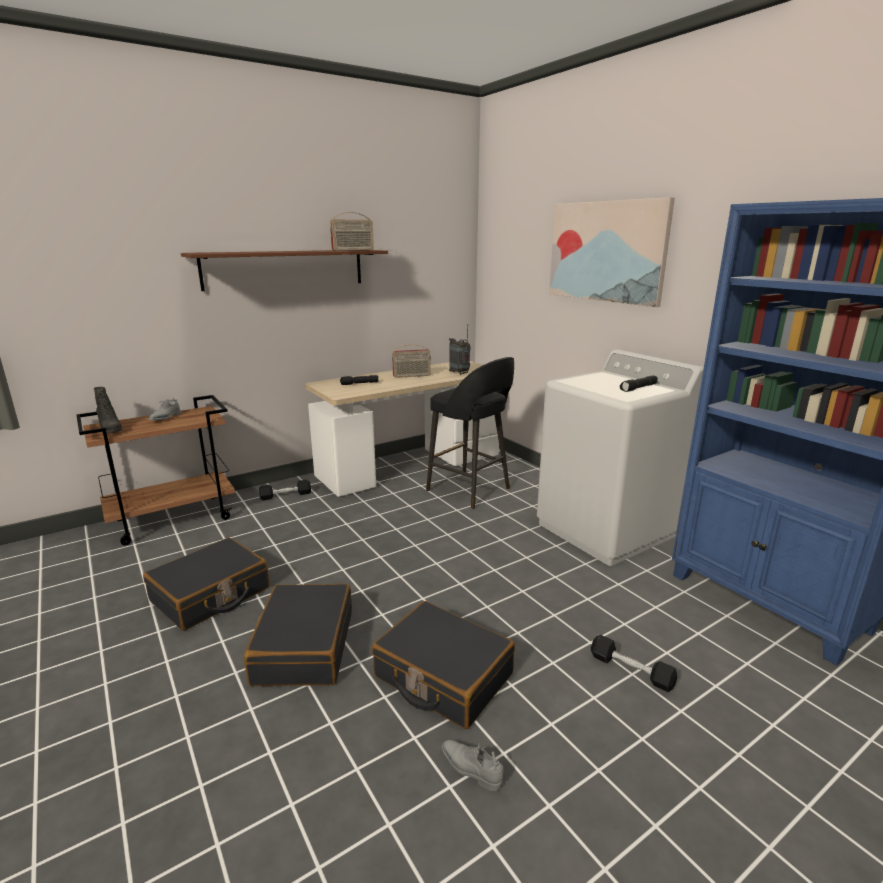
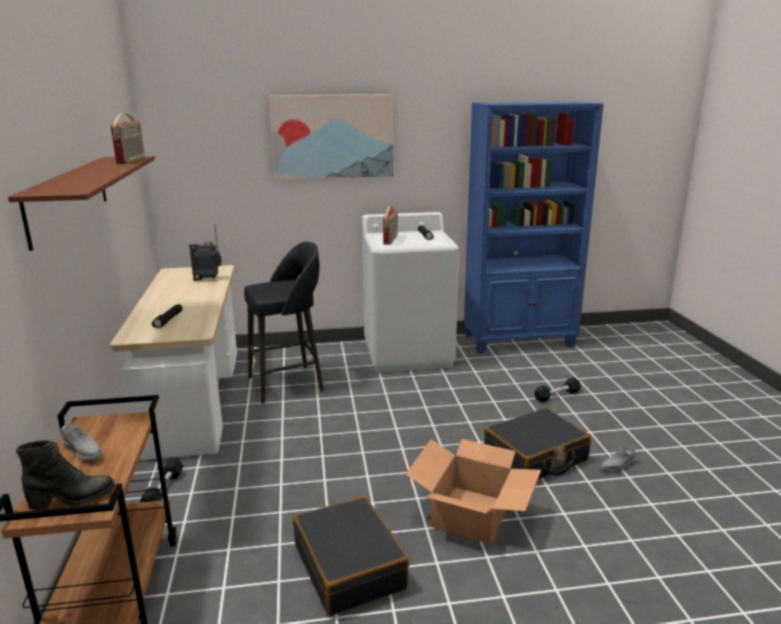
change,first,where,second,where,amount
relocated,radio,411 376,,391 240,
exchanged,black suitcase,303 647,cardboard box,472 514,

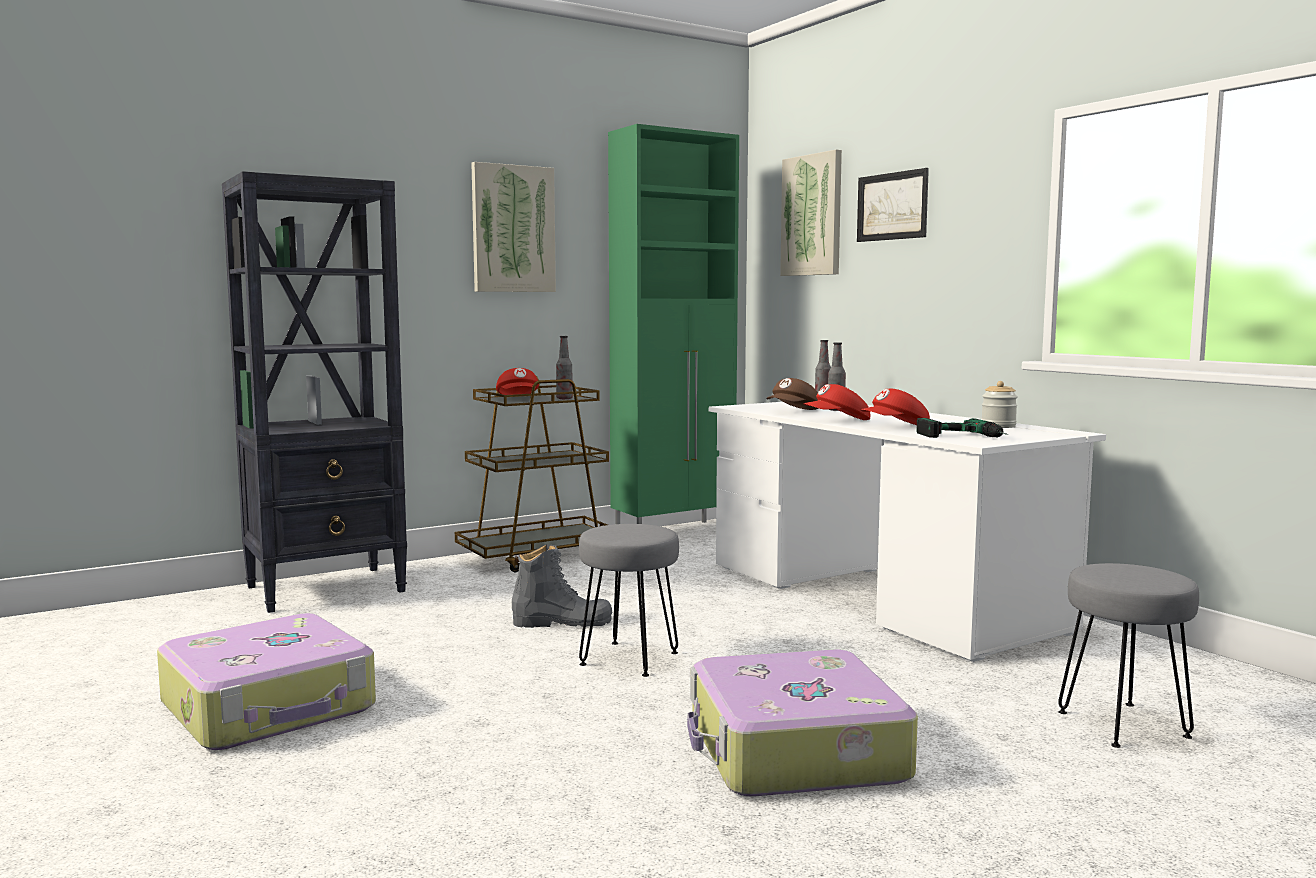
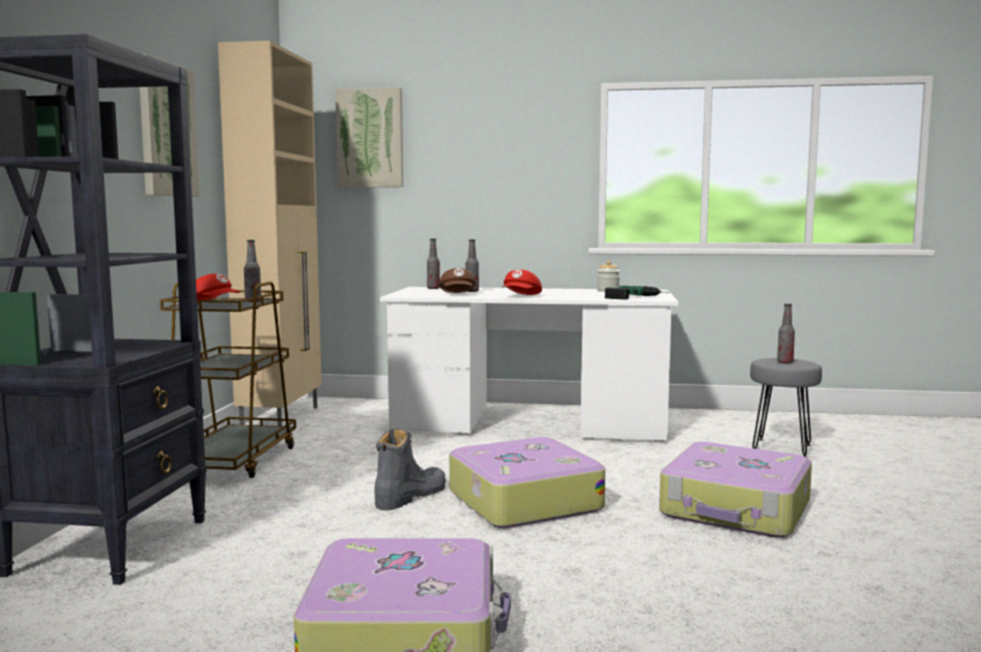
change,first,where,second,where,amount
colour,green cabinet,675 531,beige cabinet,282 418,
missing,picture,892 206,,,
missing,red cap,896 427,,,
exchanged,grey stool,628 659,suitcase,522 501,
appeared,,,bottle,785 362,

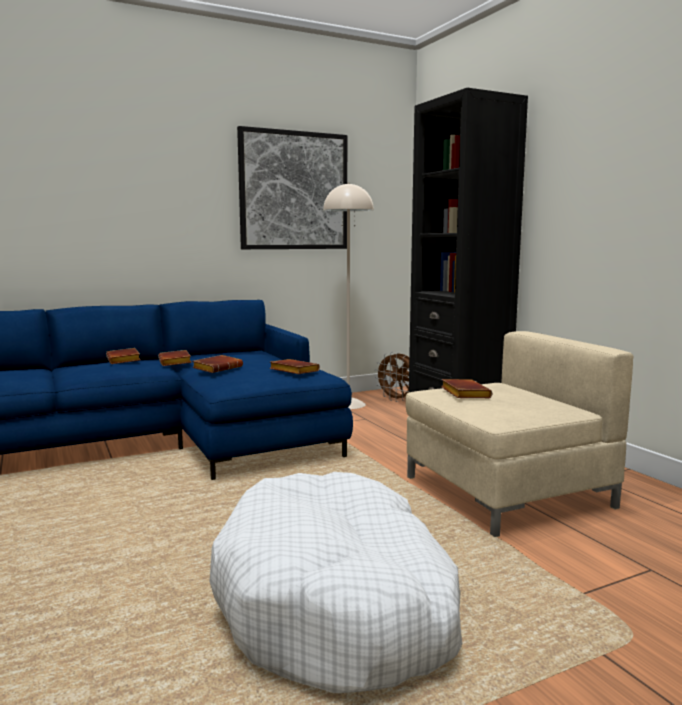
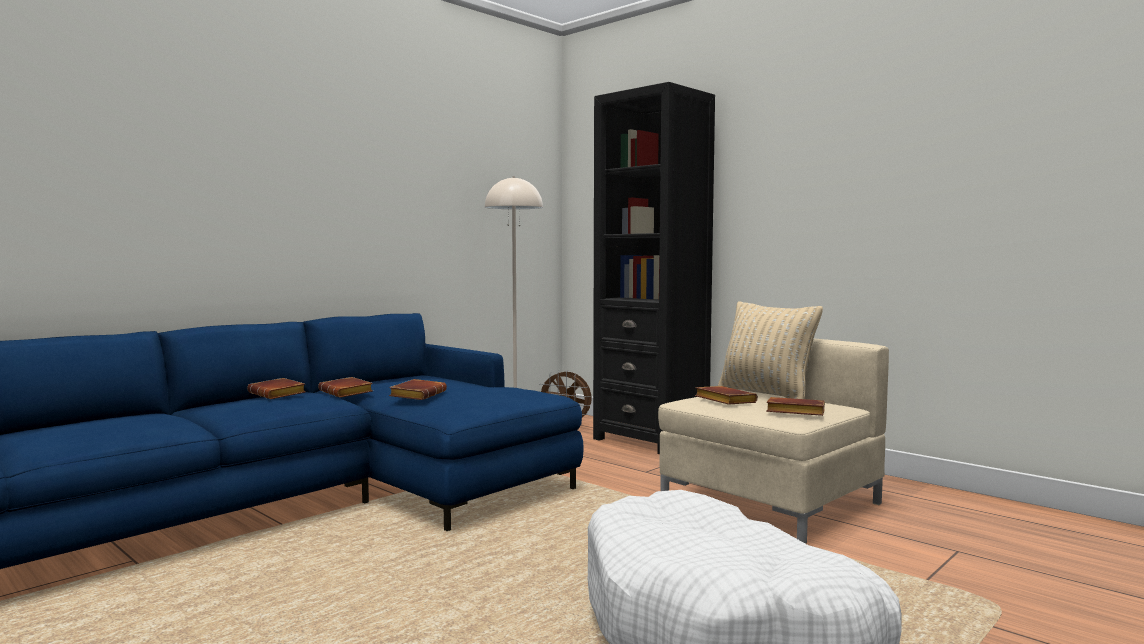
change,first,where,second,where,amount
missing,picture,294 191,,,
relocated,brown book,292 371,,793 413,
appeared,,,beige pillow,766 394,

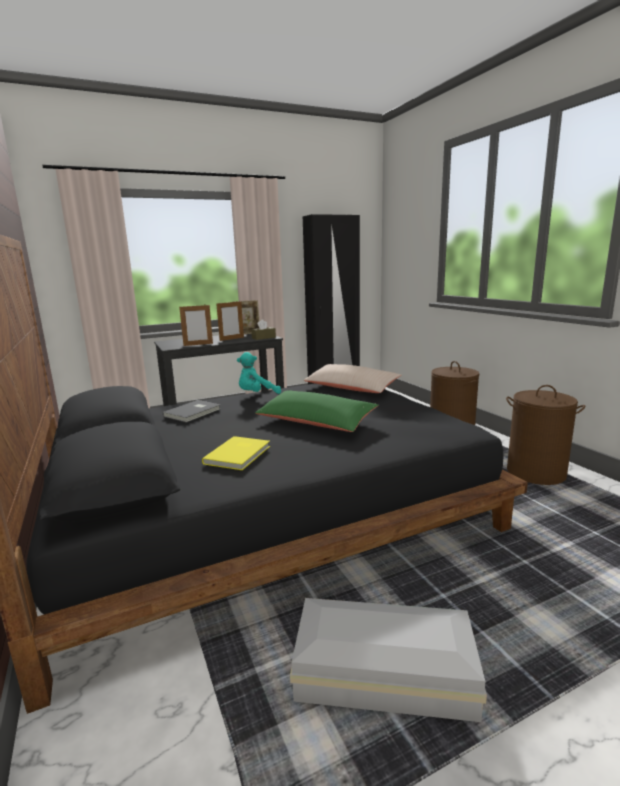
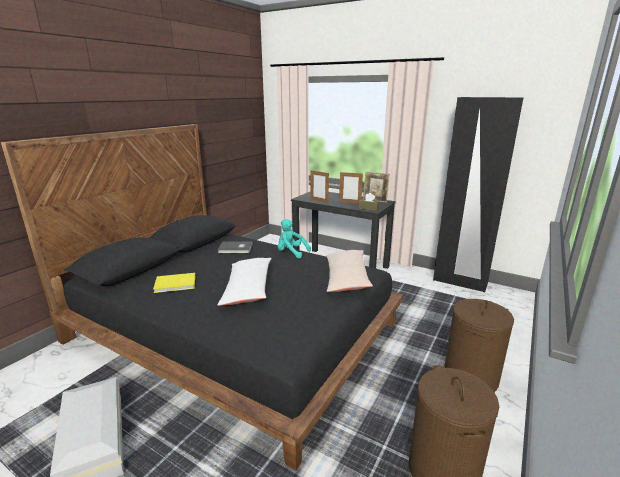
change,first,where,second,where,amount
colour,green pillow,316 422,white pillow,247 288,

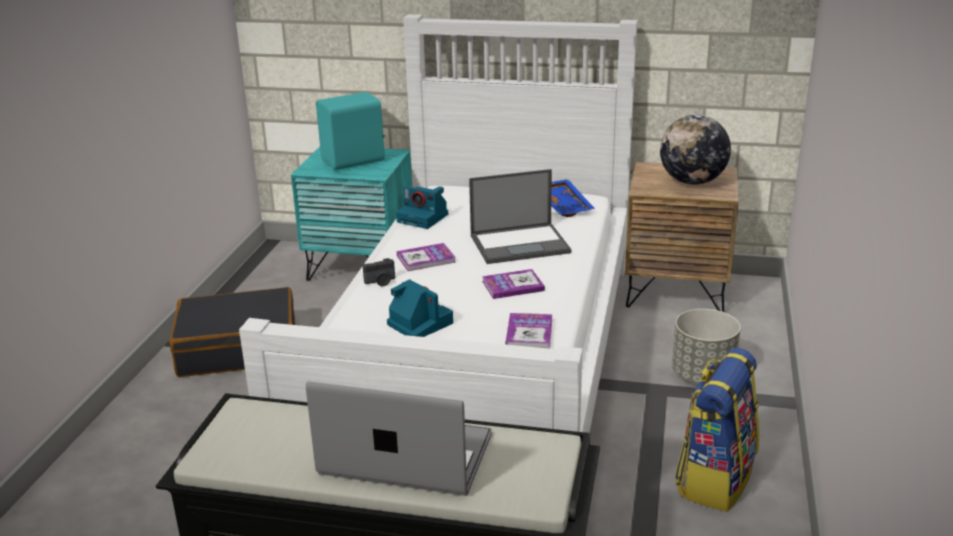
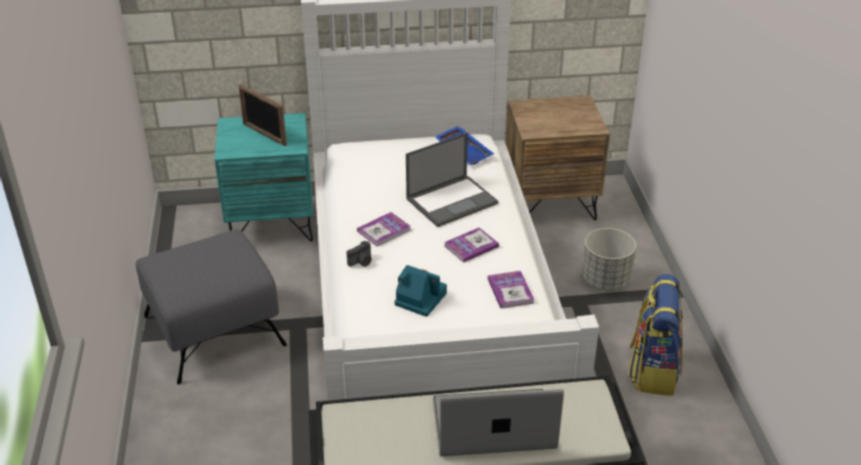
change,first,where,second,where,amount
exchanged,turquoise speaker,354 161,picture frame,264 134,
missing,globe,692 182,,,
missing,photo camera,424 218,,,
exchanged,black suitcase,238 348,grey ottoman,212 330,

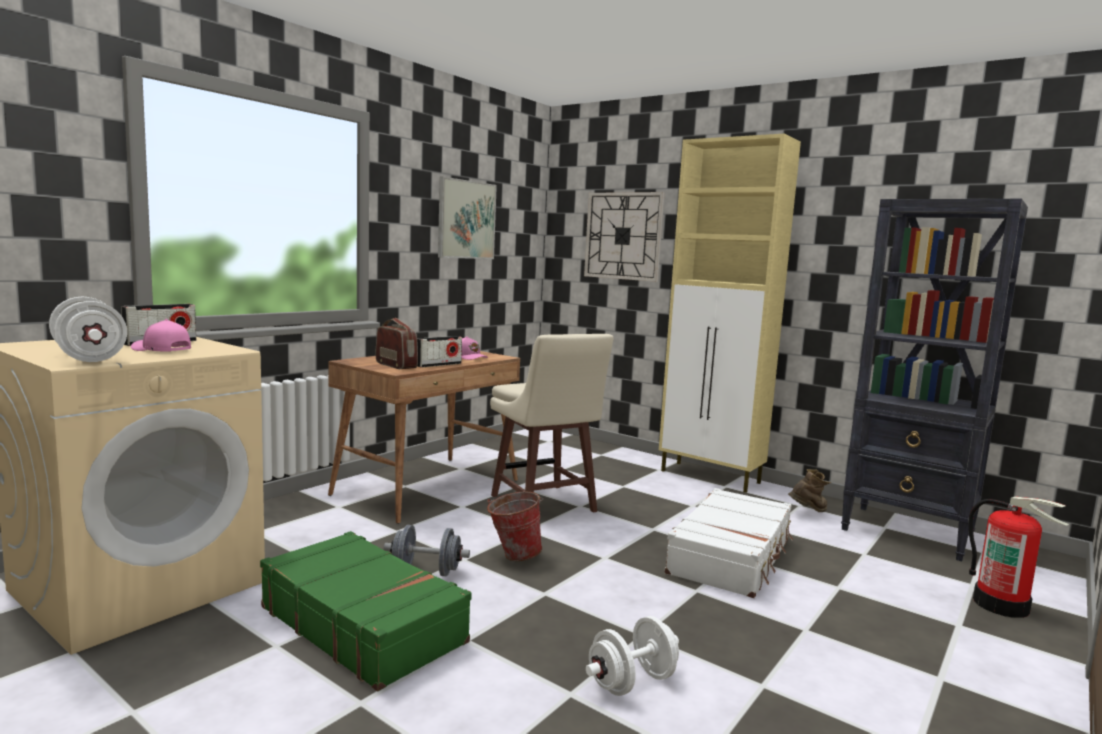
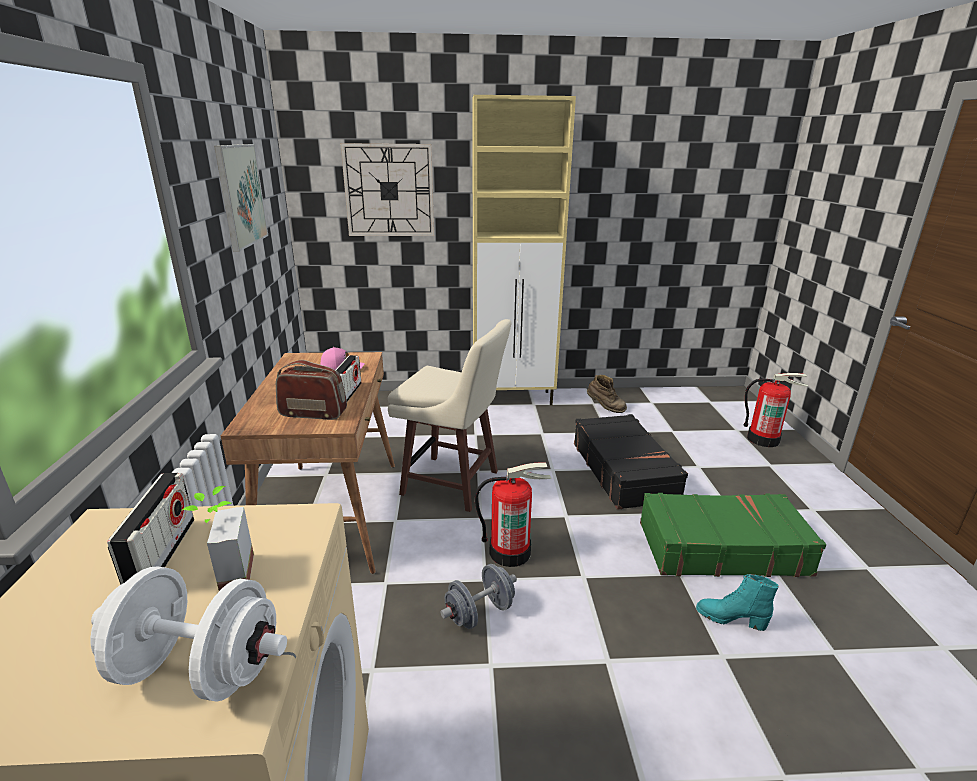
change,first,where,second,where,amount
missing,black bookcase,908 532,,,
exchanged,pink cap,161 350,potted plant,225 575,
spun,brown boot,808 512,,605 408,105 degrees clockwise
colour,white suitcase,731 556,black suitcase,624 471,
exchanged,bucket,513 555,fire extinguisher,510 551,
relocated,green suitcase,363 624,,721 547,
exchanged,white dumbbell,631 682,turquoise boot,730 618,

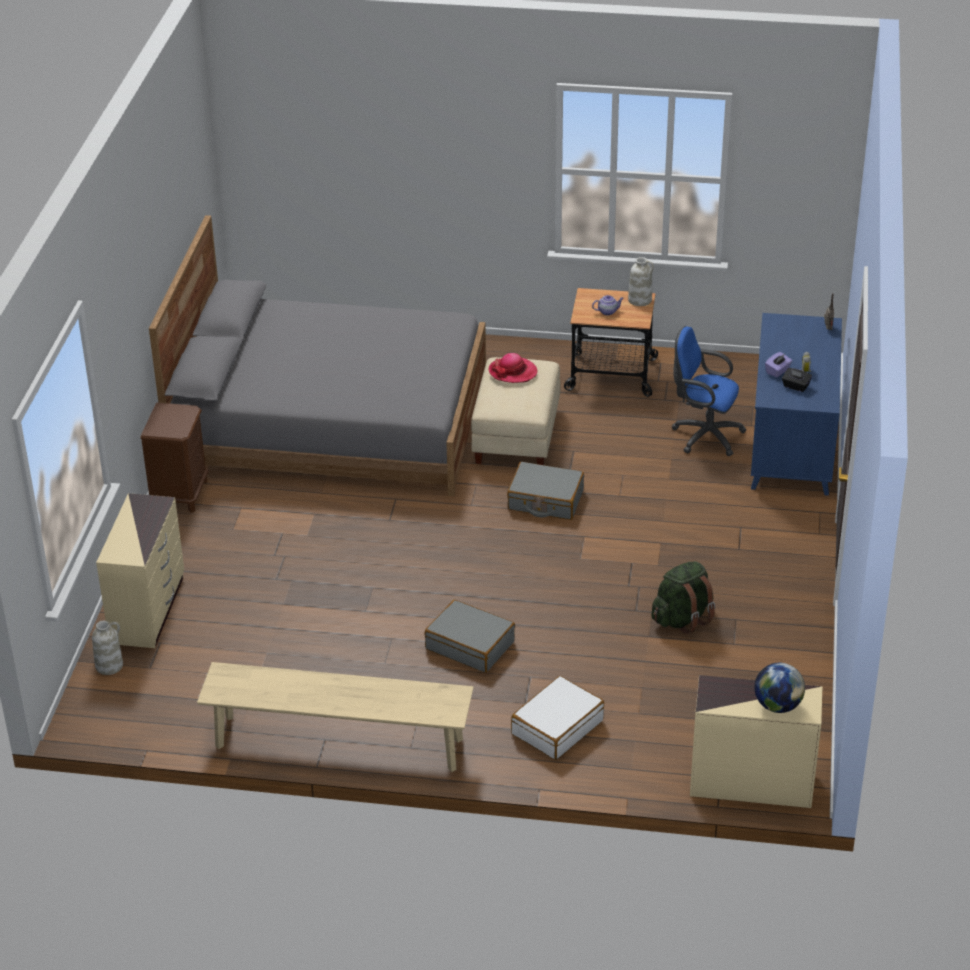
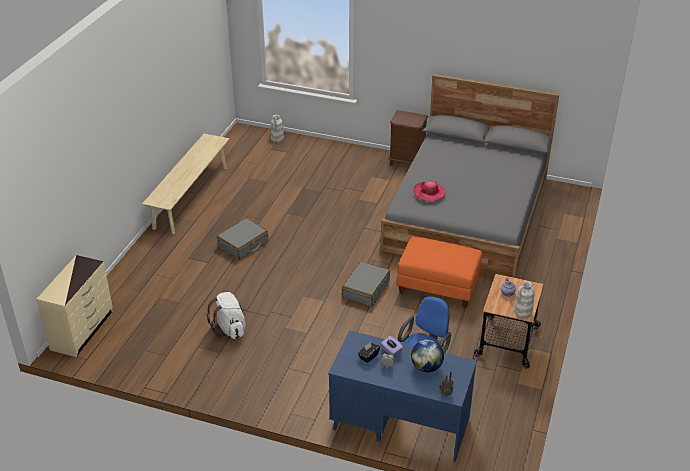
change,first,where,second,where,amount
relocated,hat,513 372,,429 193,
colour,beige ottoman,515 435,orange ottoman,438 286,
missing,beige dresser,149 609,,,
colour,green backpack,682 618,white backpack,230 329,
relocated,globe,777 705,,426 367,
missing,white suitcase,557 727,,,

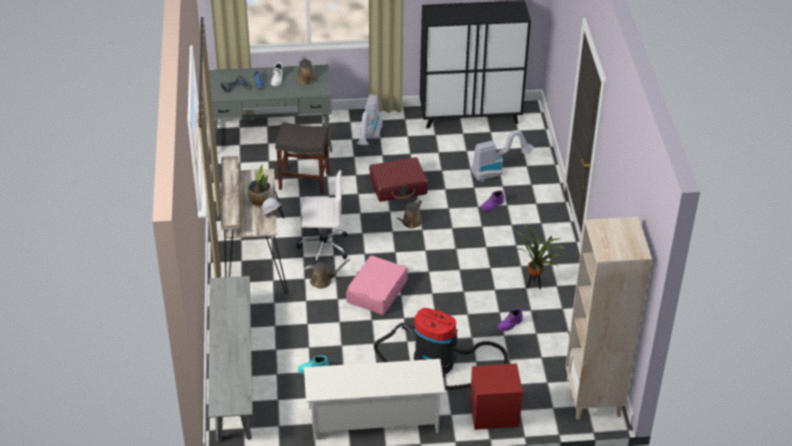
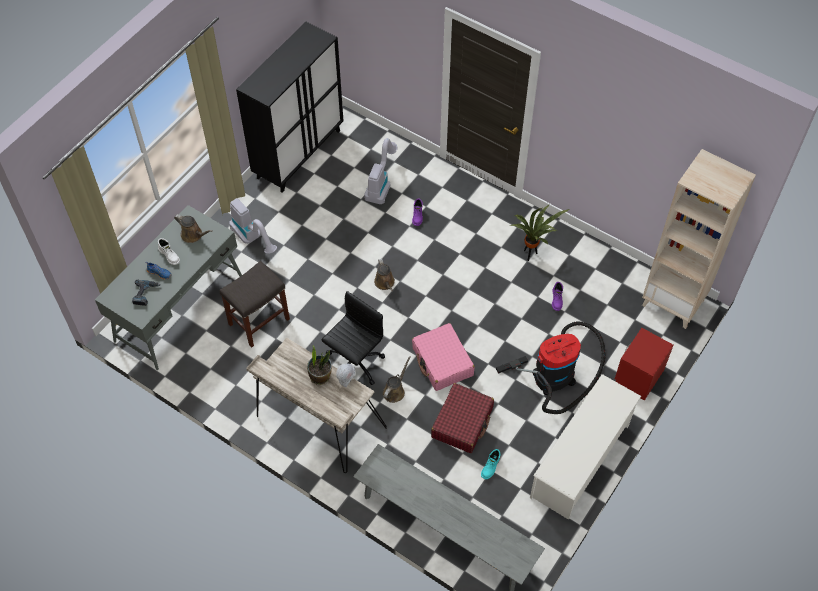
change,first,where,second,where,amount
relocated,red suitcase,398 186,,462 422,
colour,white office chair,323 247,black office chair,354 363,

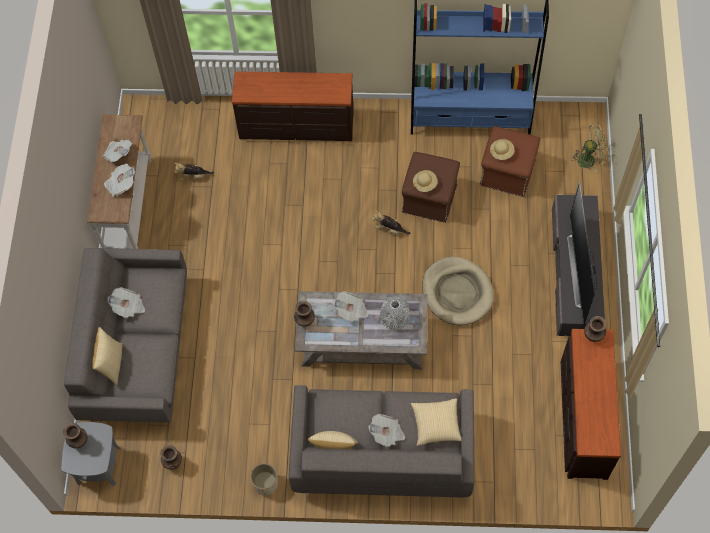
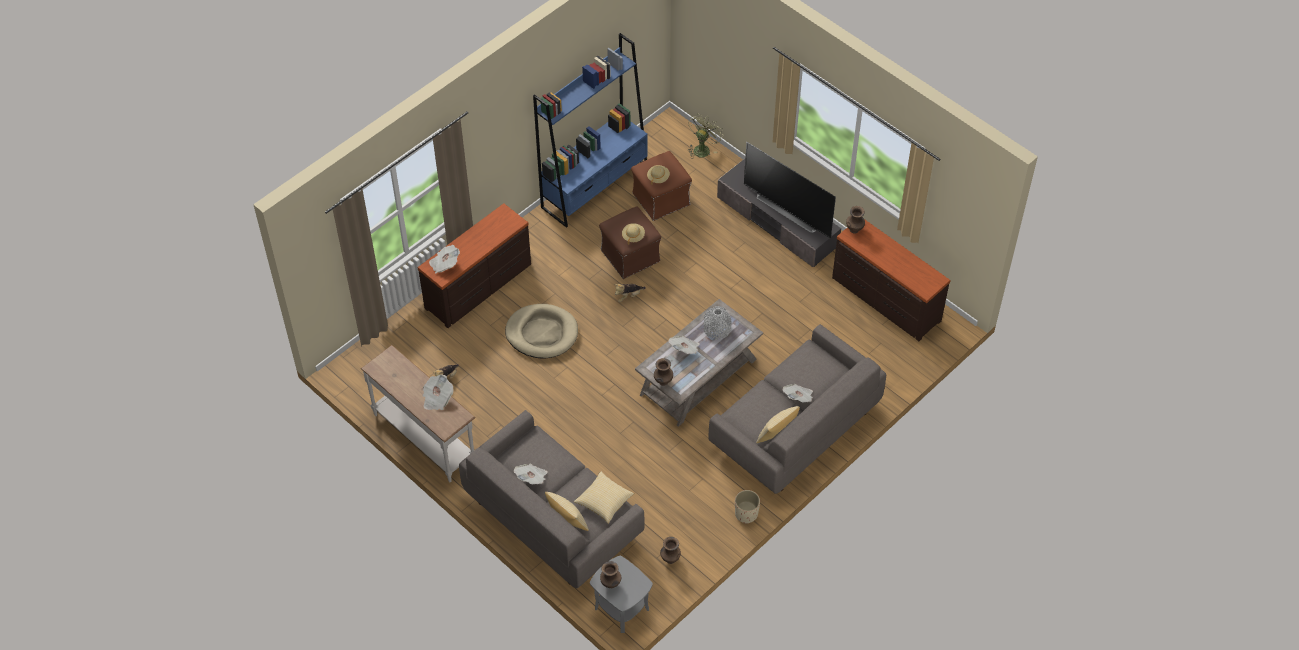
change,first,where,second,where,amount
relocated,newspaper,118 154,,444 264,
relocated,beige dog bed,457 292,,542 333,
relocated,pillow,436 425,,604 502,

